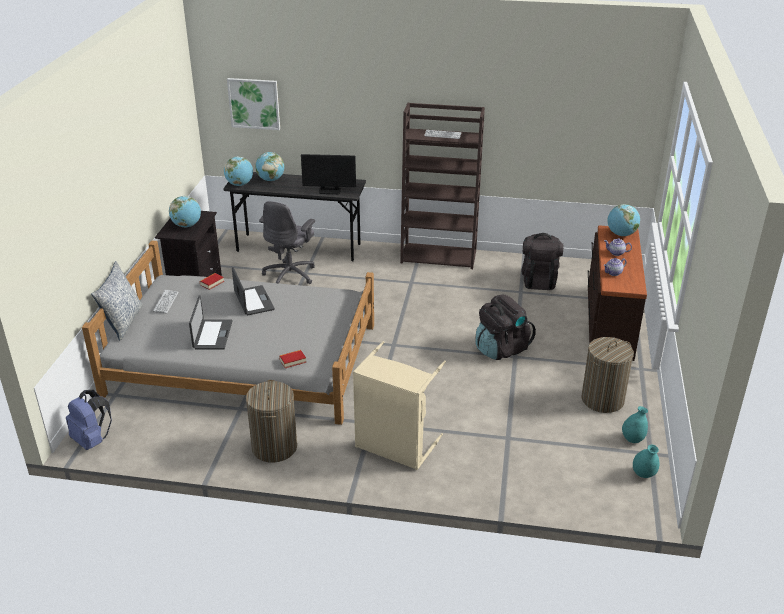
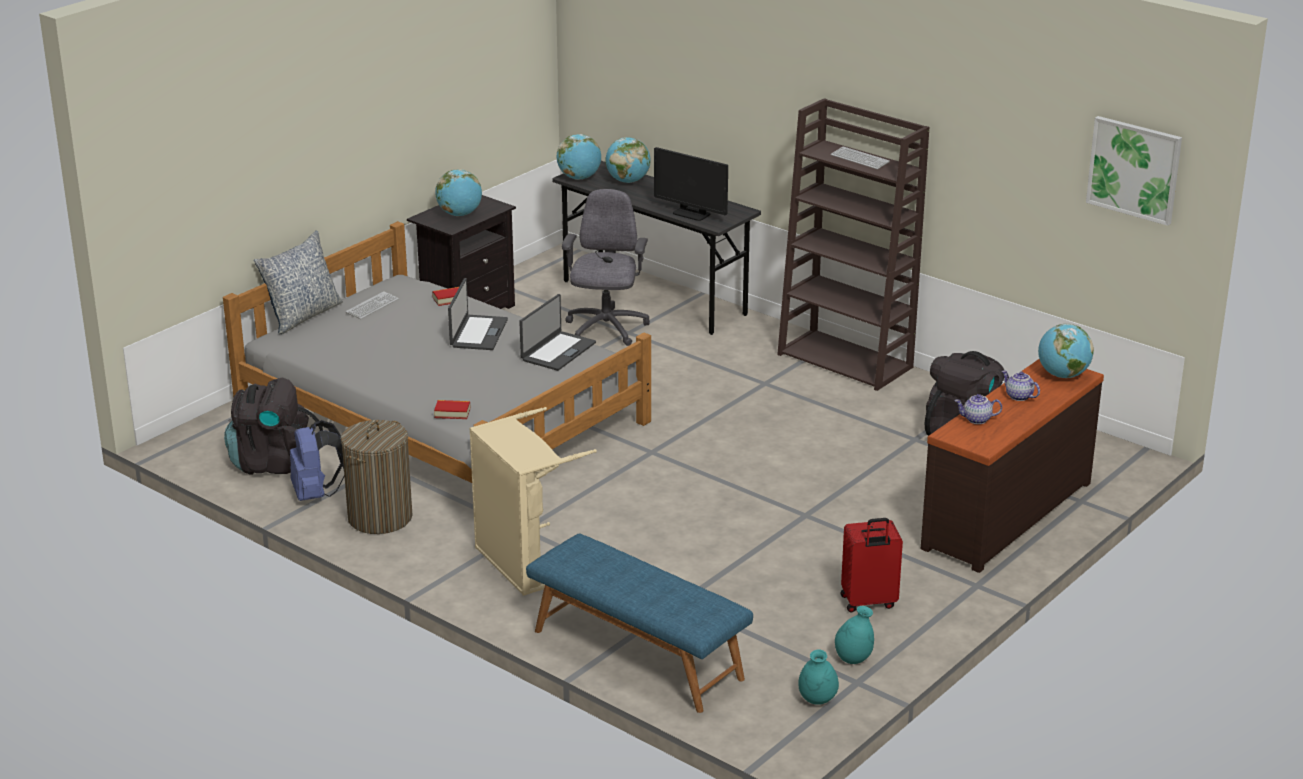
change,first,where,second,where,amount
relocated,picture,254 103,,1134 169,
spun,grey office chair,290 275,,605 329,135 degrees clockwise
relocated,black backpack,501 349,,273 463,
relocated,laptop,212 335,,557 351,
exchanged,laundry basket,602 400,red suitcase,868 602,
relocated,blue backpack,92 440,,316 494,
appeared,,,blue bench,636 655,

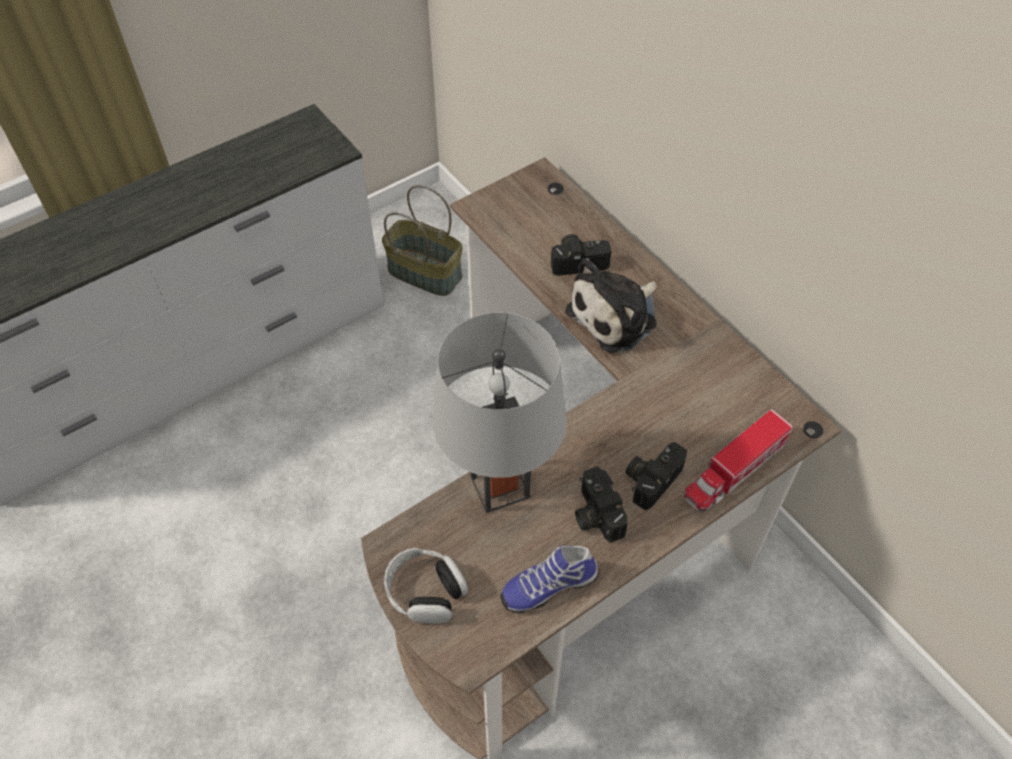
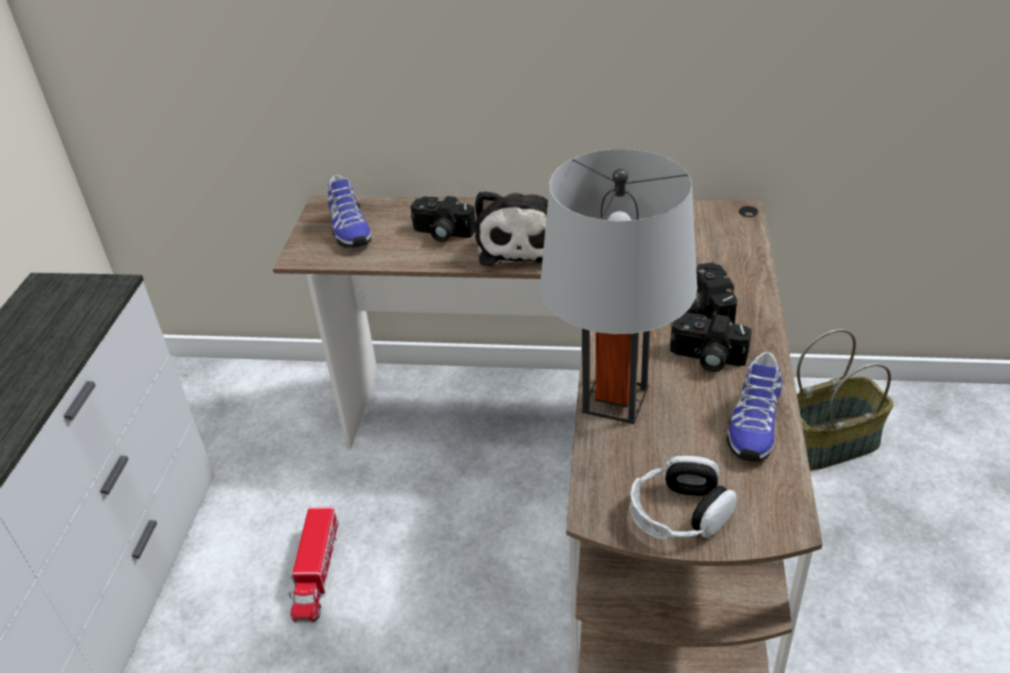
change,first,where,second,where,amount
relocated,basket,426 272,,829 443,
spun,photo camera,578 261,,441 233,105 degrees counterclockwise
relocated,toy truck,735 470,,316 573,
appeared,,,shoe,348 230,

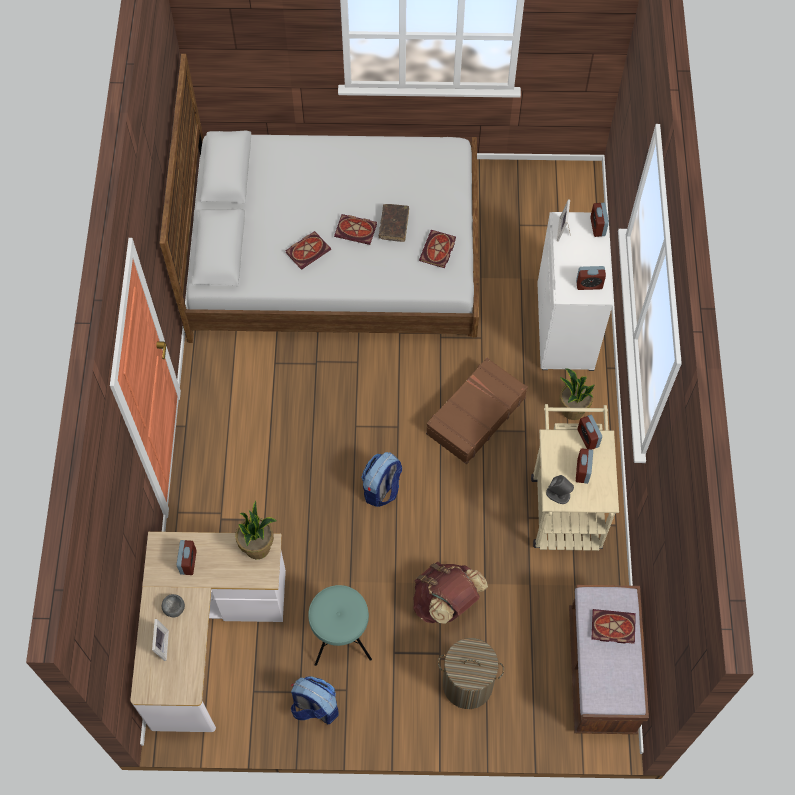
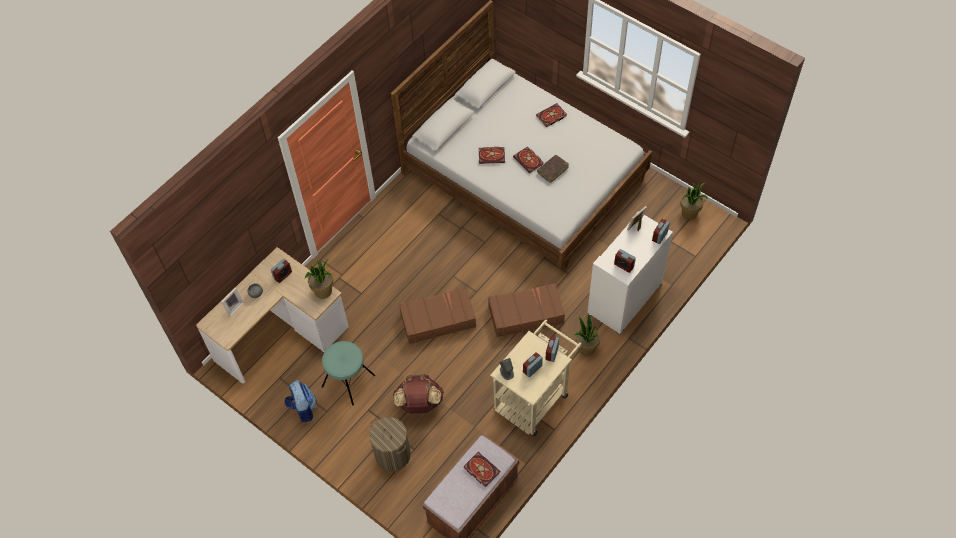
change,first,where,second,where,amount
relocated,book,438 251,,551 116,
exchanged,backpack,382 489,brown suitcase,437 319,
appeared,,,potted plant,689 213,

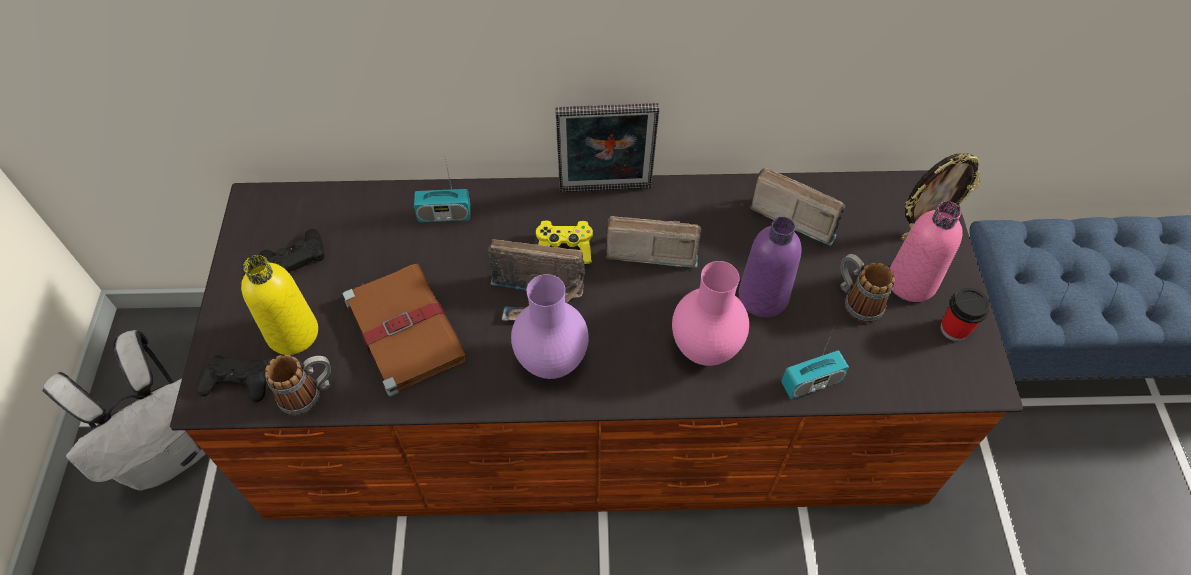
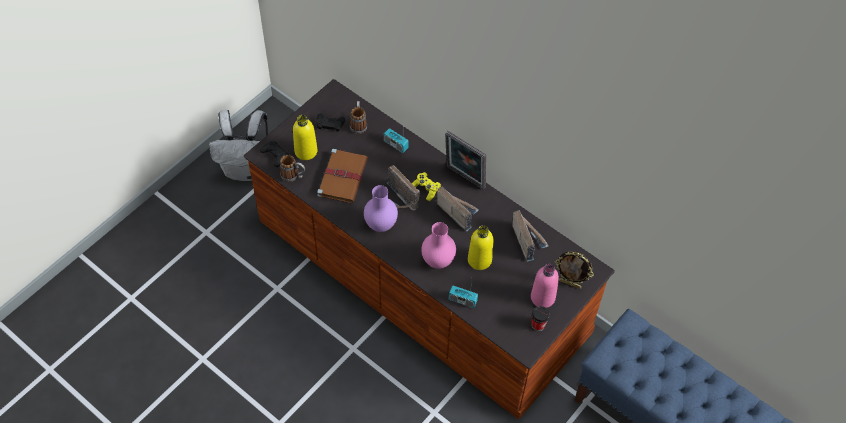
change,first,where,second,where,amount
colour,purple bottle,763 297,yellow bottle,479 260,
relocated,mug,856 301,,358 124,

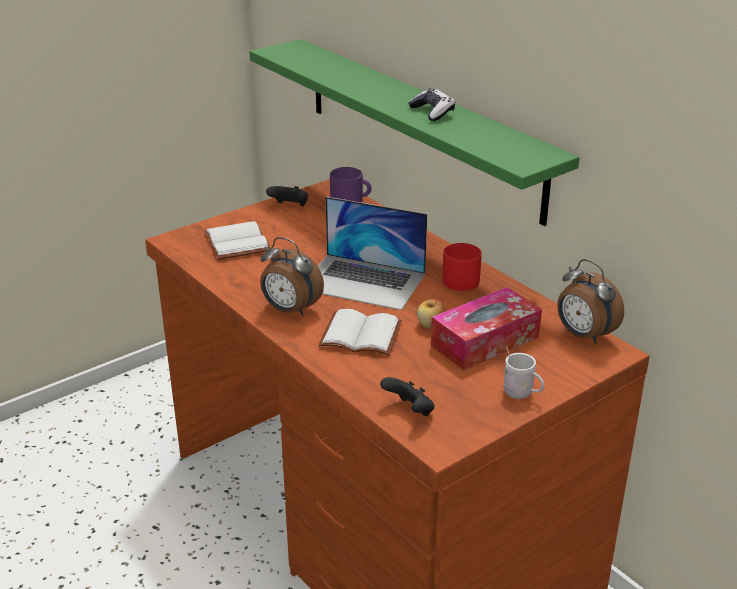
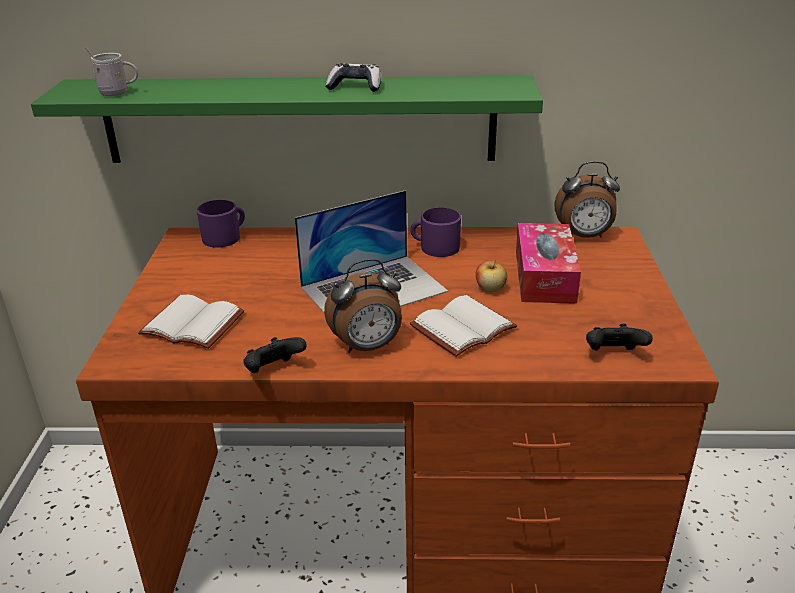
change,first,where,second,where,amount
relocated,black game controller,289 207,,273 371,
colour,red mug,458 279,purple mug,435 247,
relocated,white mug,521 394,,118 93,

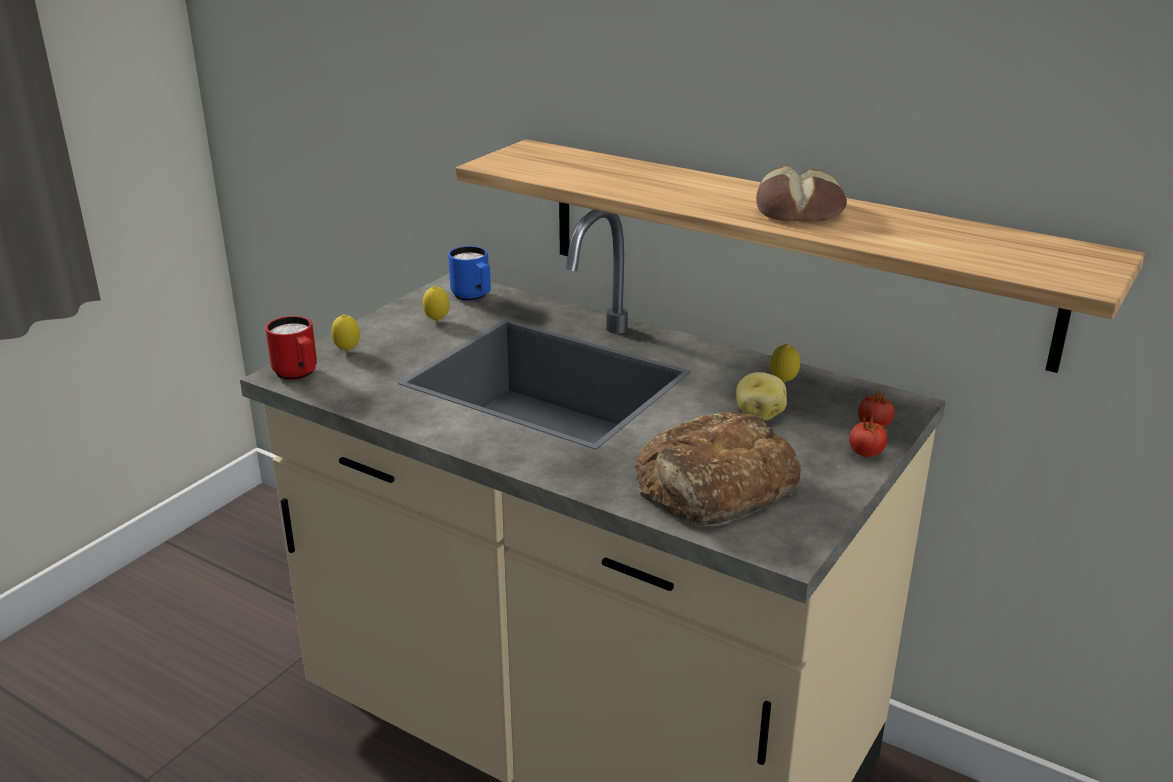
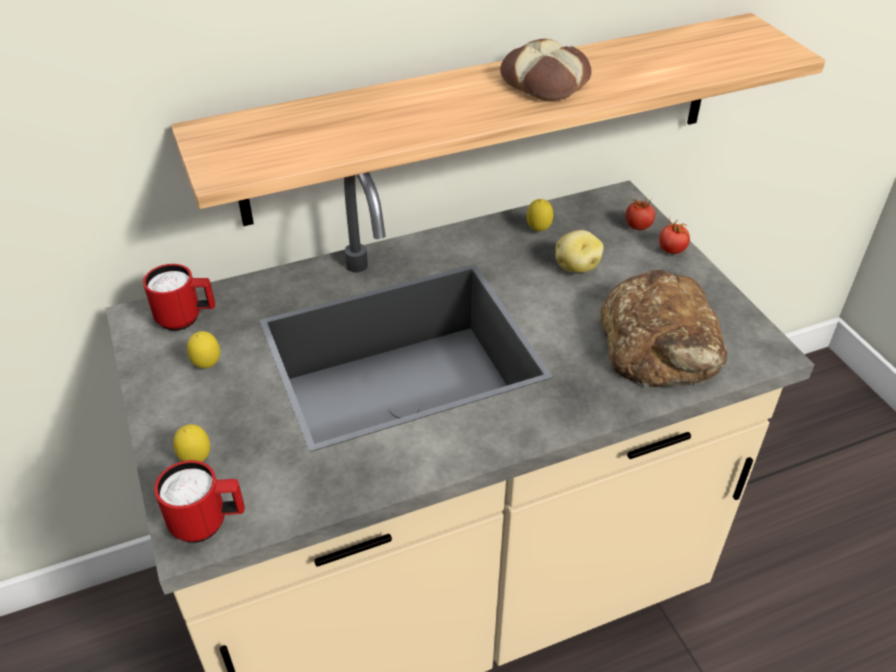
change,first,where,second,where,amount
colour,blue mug,473 297,red mug,187 319,

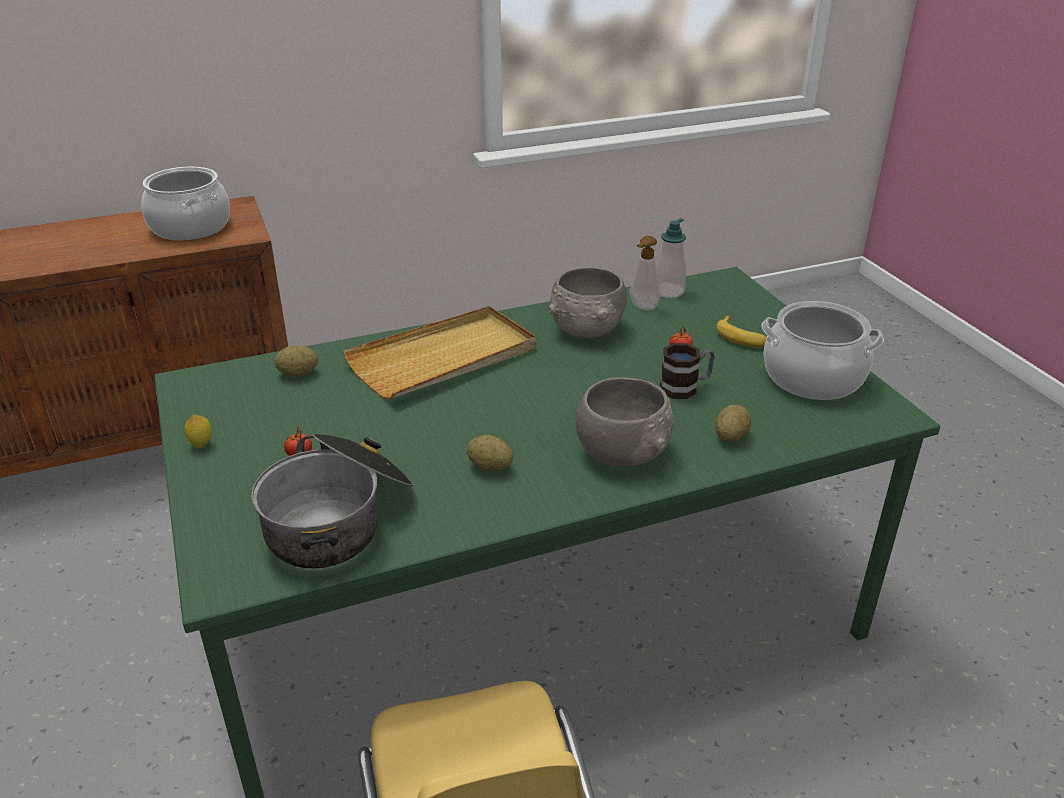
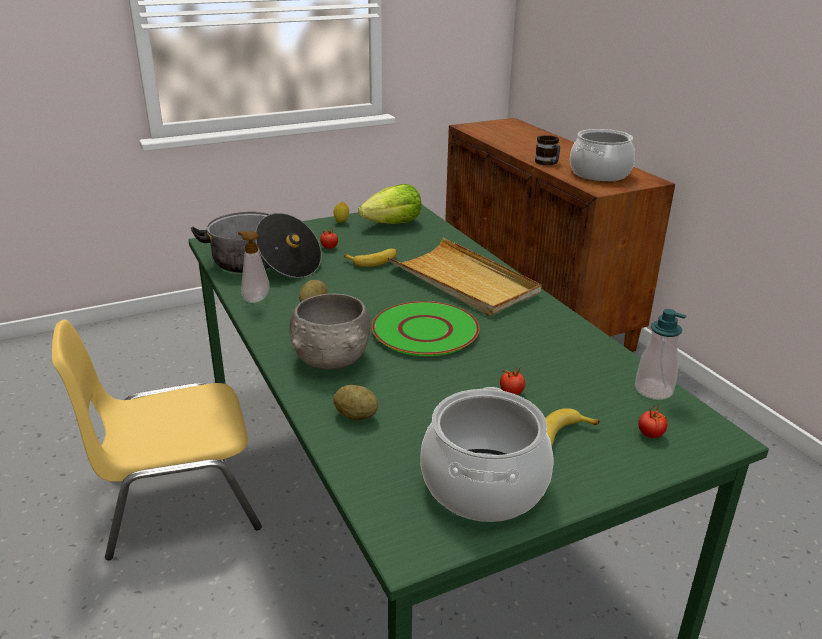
change,first,where,second,where,amount
relocated,soap dispenser,642 307,,254 299,
missing,grey bowl,587 329,,,
relocated,mug,685 387,,548 163,
missing,potato,298 373,,,
appeared,,,lettuce,393 224,
appeared,,,banana,374 261,
appeared,,,green plate,425 331,
appeared,,,tomato,650 434,

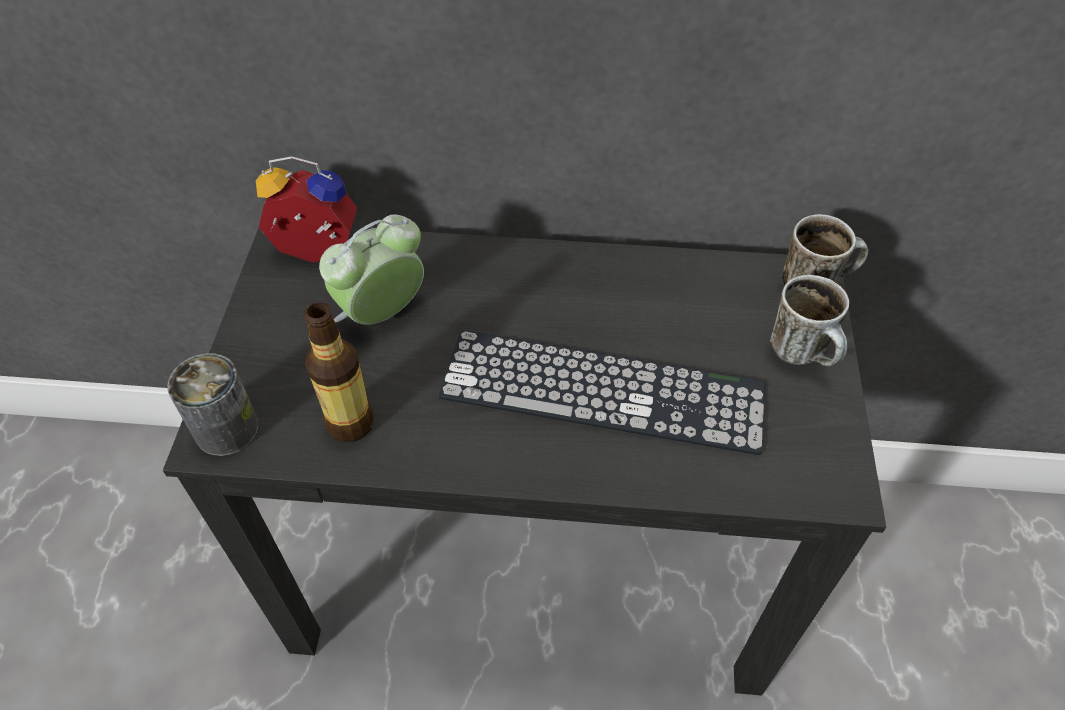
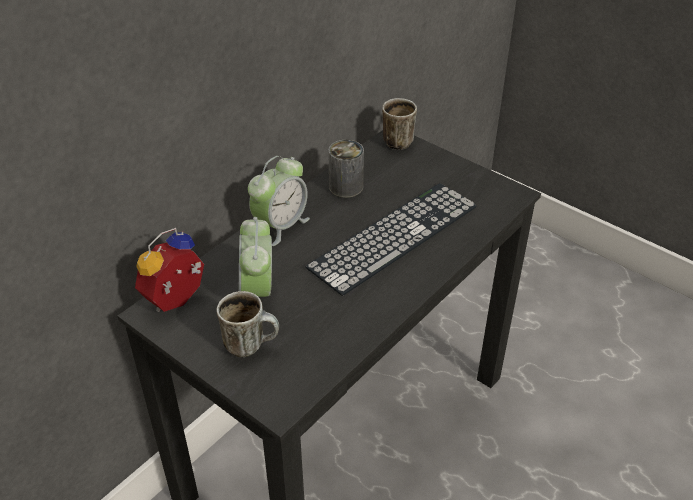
change,first,where,second,where,amount
relocated,mug,804 355,,251 345,
missing,bottle,350 423,,,
relocated,can,226 429,,346 187,
appeared,,,alarm clock,280 225,

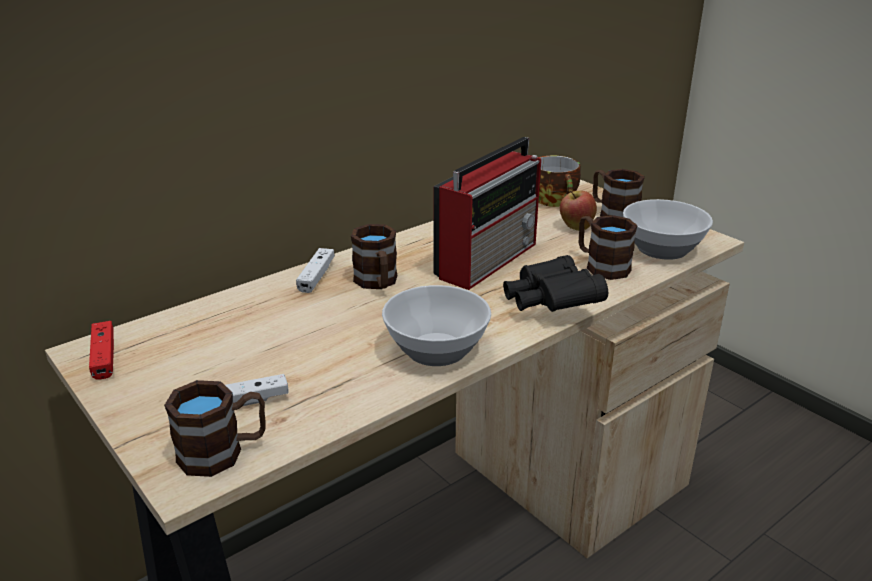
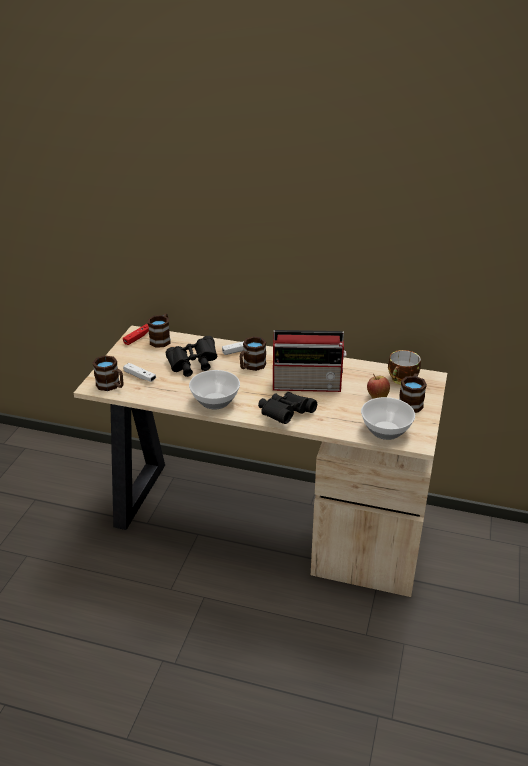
change,first,where,second,where,amount
relocated,brown mug,601 265,,162 339,
appeared,,,black binoculars,193 365,

